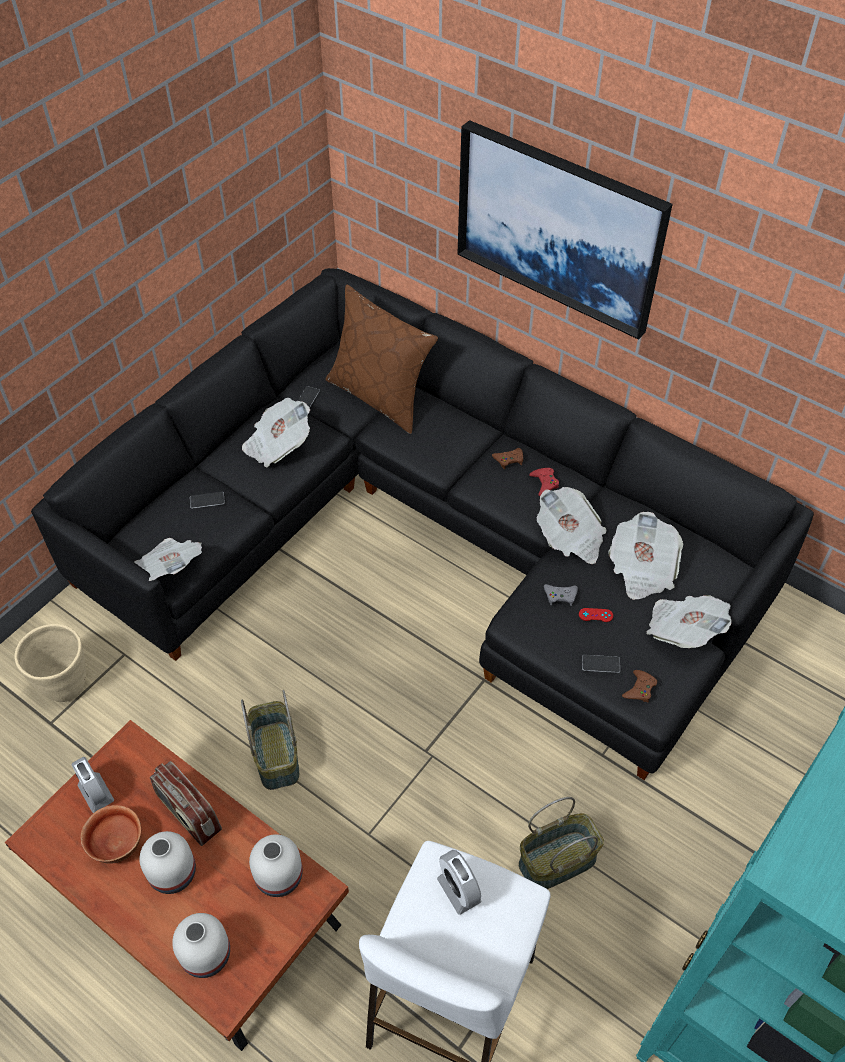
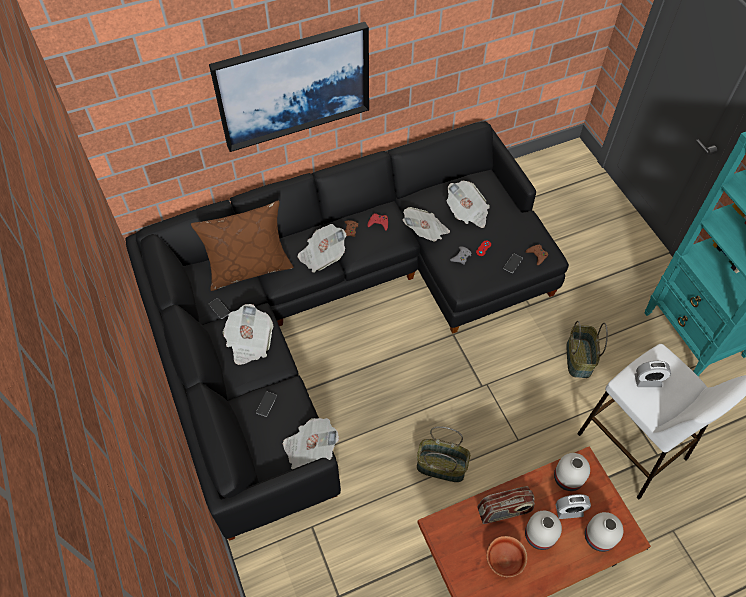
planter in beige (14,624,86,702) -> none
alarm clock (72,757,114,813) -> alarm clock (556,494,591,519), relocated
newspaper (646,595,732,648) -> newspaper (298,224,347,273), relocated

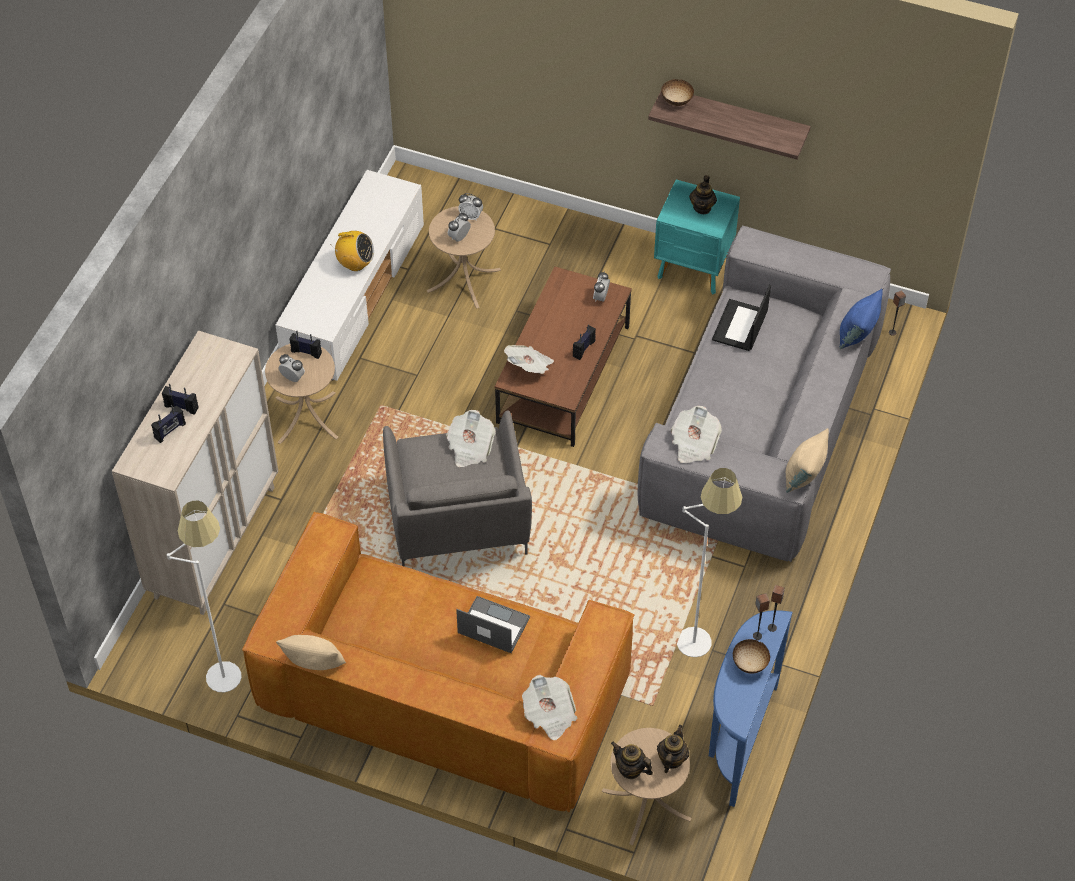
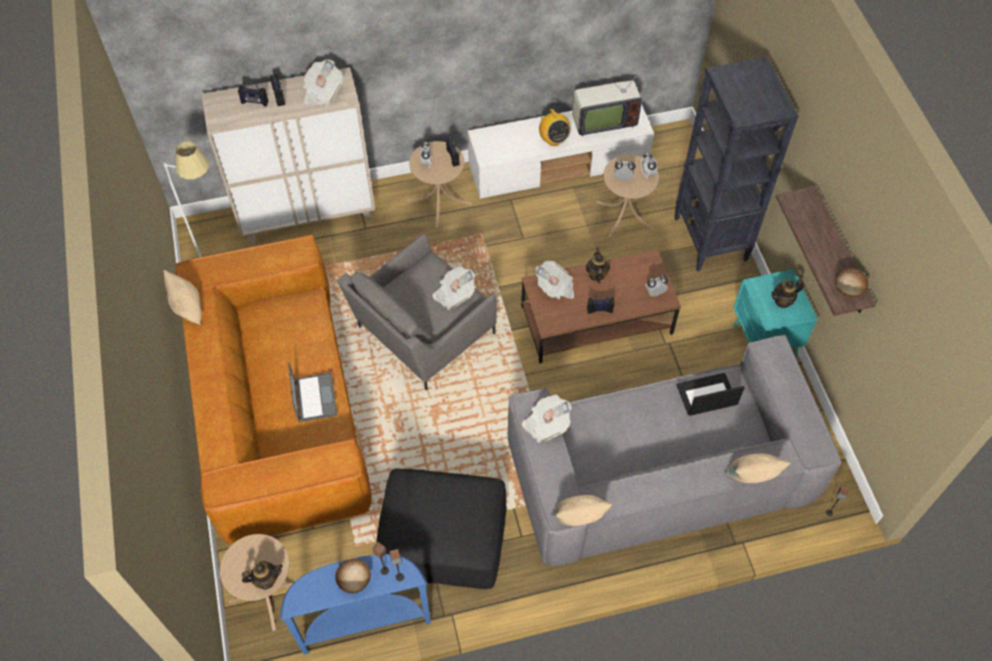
none -> television (572,65,645,136)
none -> bookcase in black (674,57,798,272)
newspaper (522,675,577,740) -> newspaper (303,59,343,106), relocated
teapot (611,741,653,779) -> teapot (586,247,610,283), relocated
bowl (661,79,694,106) -> bowl (835,268,868,297), relocated
floor lamp in white (677,468,742,657) -> ottoman in black (376,469,506,589)
pillow in blue (839,289,883,349) -> pillow in beige (724,454,790,483)

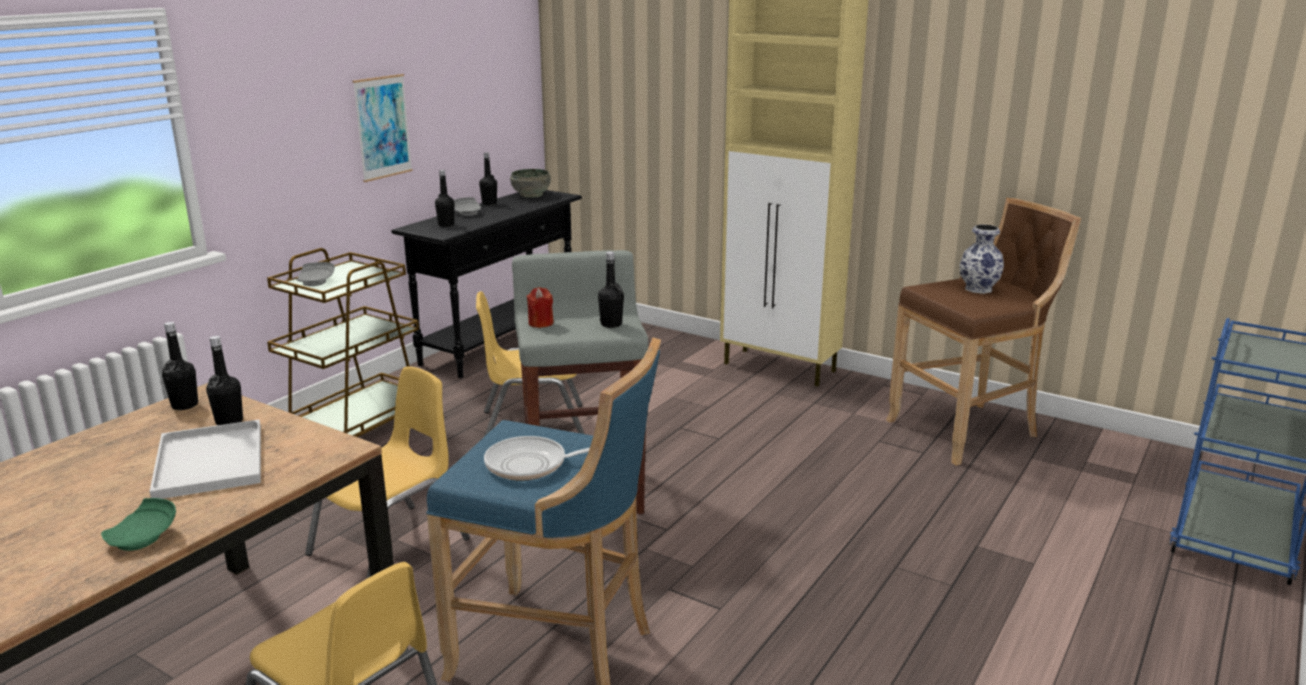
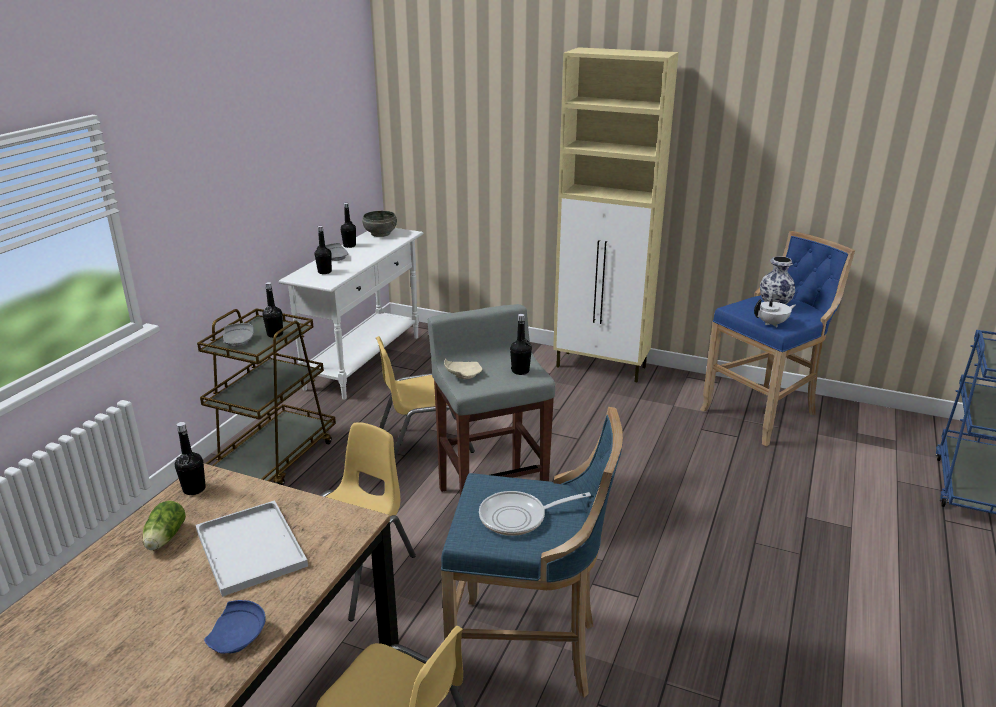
picture (353,74,413,182) -> none
none -> lettuce (143,501,186,550)
none -> teapot in white (754,299,796,327)
bottle in black (206,336,243,425) -> bottle in black (262,282,283,338), relocated
candle in red (527,287,554,328) -> plate in beige (444,359,482,379)
plate in green (101,498,176,551) -> plate in blue (204,600,266,653)
console table in black (391,190,582,378) -> console table in white (279,228,423,400)
stool in brown (886,198,1081,466) -> stool in blue (700,231,855,446)

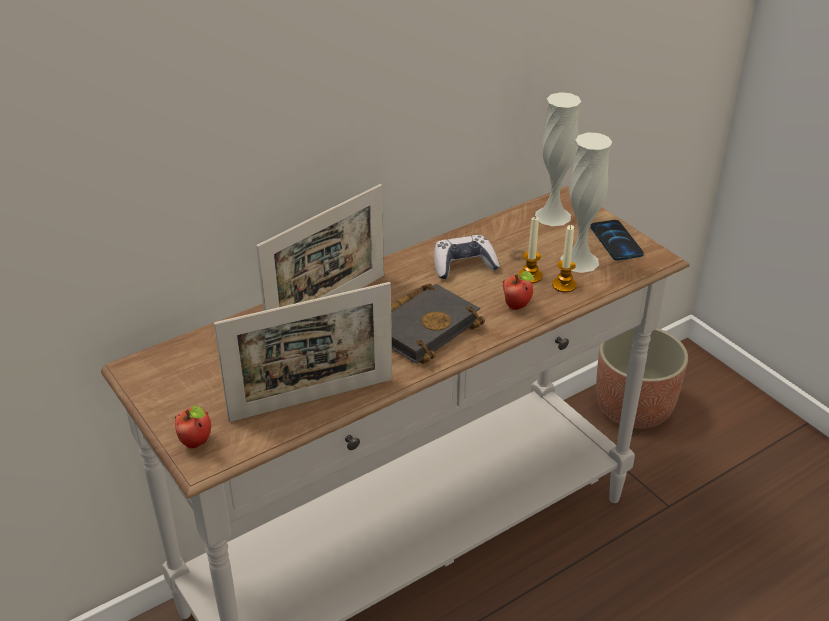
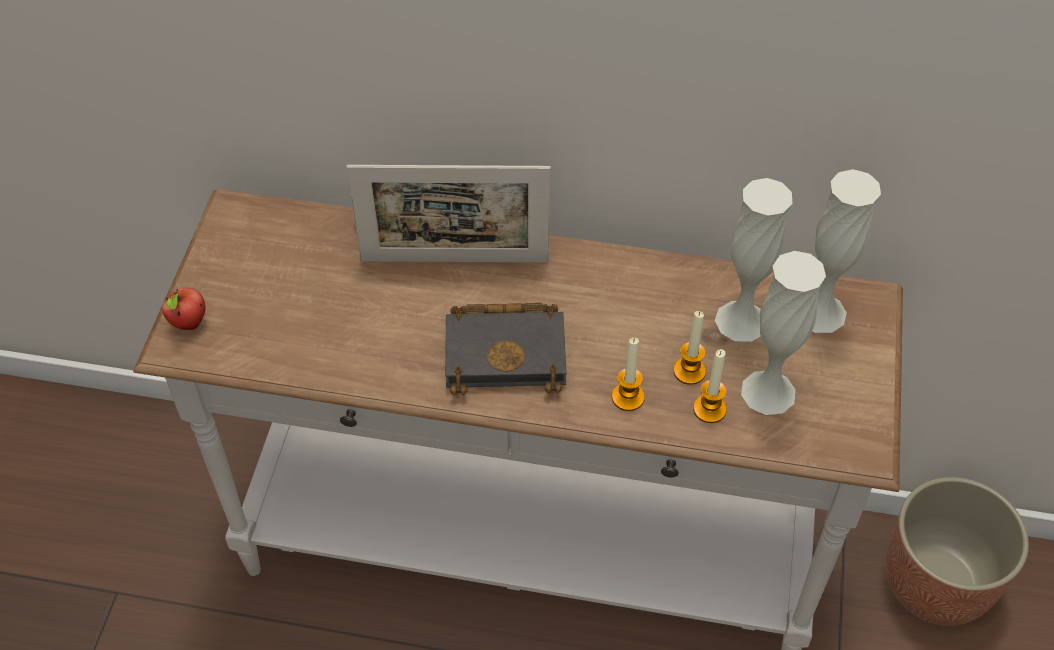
picture frame (214,282,392,422) -> none
game controller (434,235,500,279) -> none
phone (590,220,644,261) -> none
none -> vase in white (715,178,792,342)
apple (503,271,534,310) -> candle (612,338,645,411)

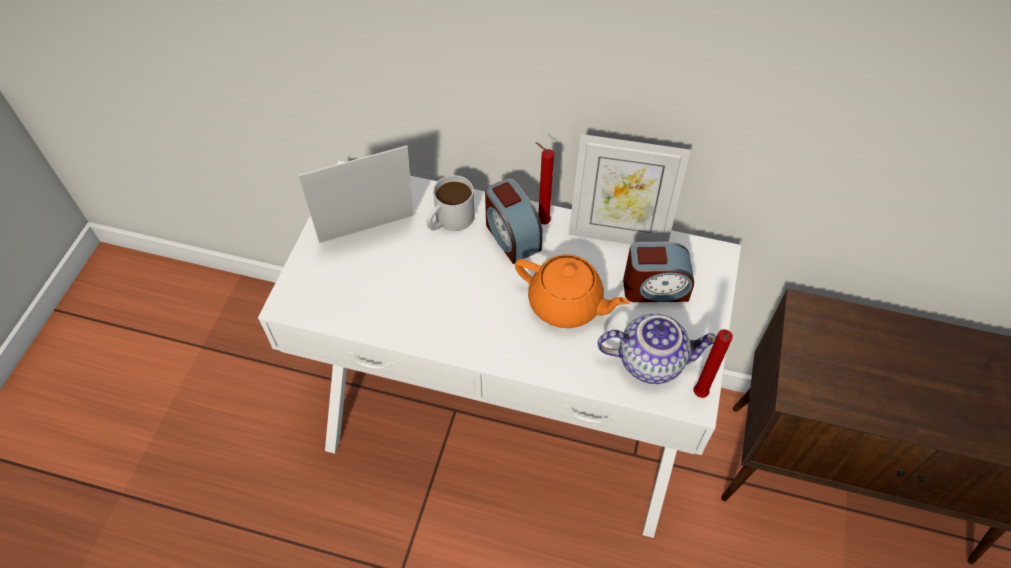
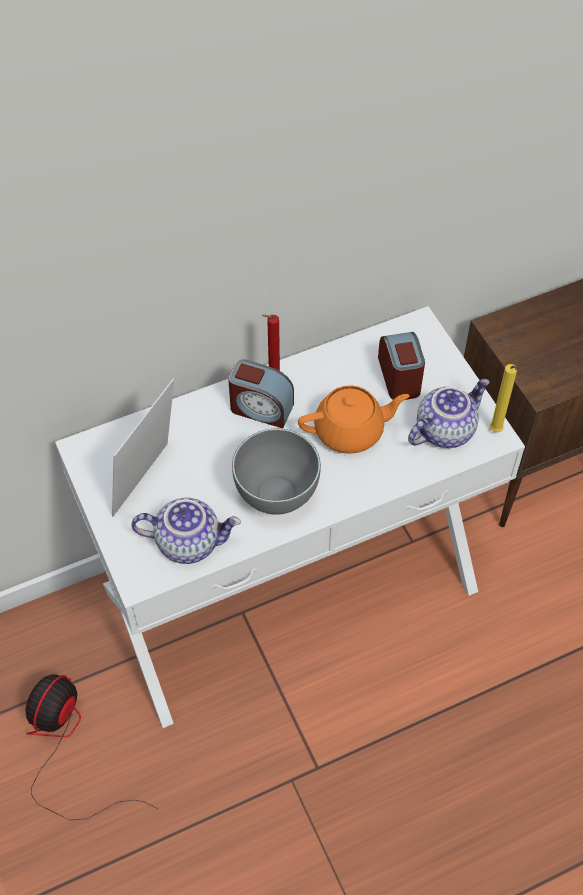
mug in white (427,175,475,231) -> none
picture frame (569,134,691,245) -> none
none -> fan (26,674,159,820)
none -> teapot (132,498,241,564)
none -> bowl in grey (232,429,321,515)
candle in red (693,329,733,398) -> candle in yellow (490,364,518,432)
alarm clock (623,242,694,302) -> alarm clock (378,332,425,400), 60 degrees counterclockwise

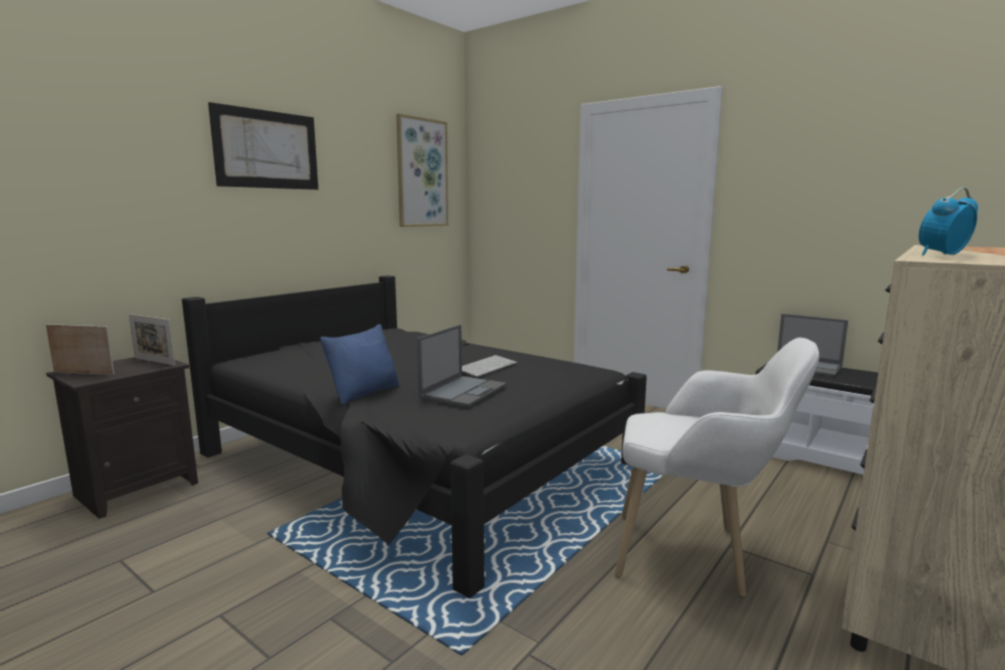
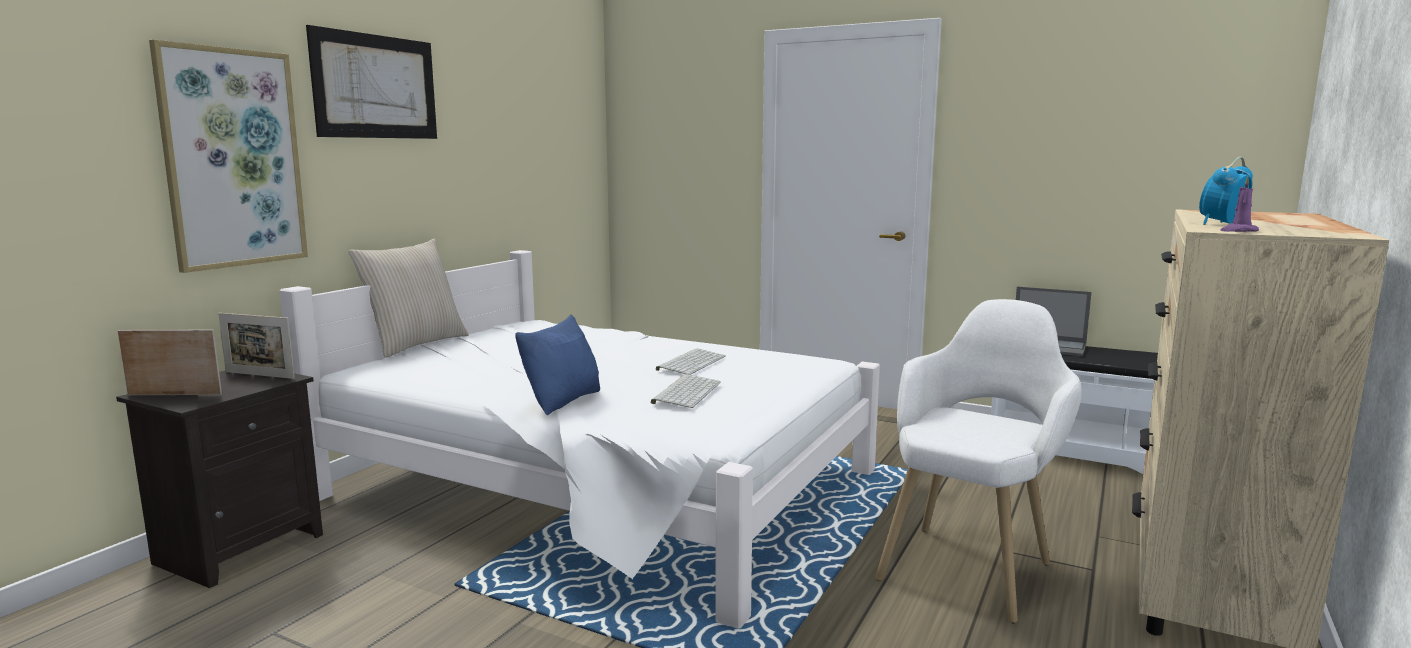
none -> pillow in beige (349,239,469,358)
none -> candle in purple (1220,176,1259,232)
picture (396,114,448,227) -> picture (149,40,308,273), relocated
laptop (417,325,507,407) -> keyboard (651,374,721,408)
bed in black (182,275,647,598) -> bed in white (280,250,880,629)
armchair in white (615,338,819,597) -> armchair in white (875,299,1082,623), 60 degrees counterclockwise

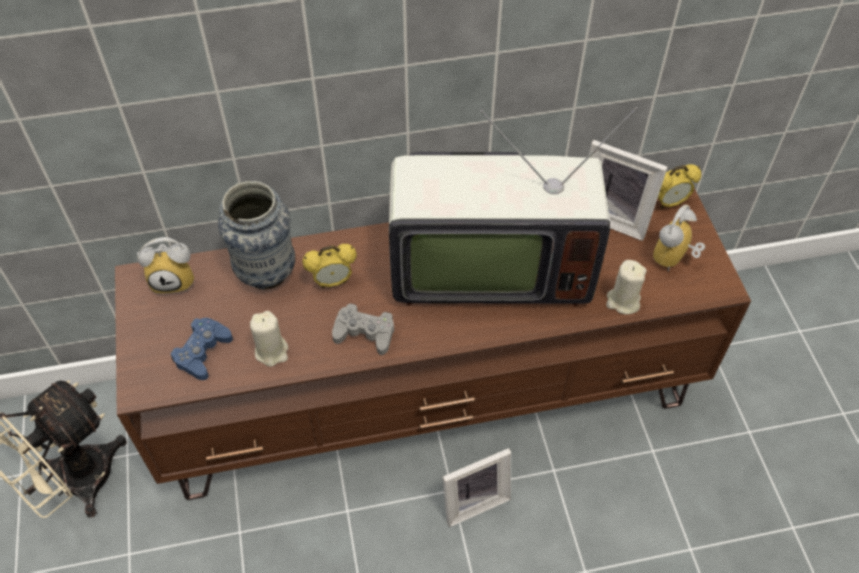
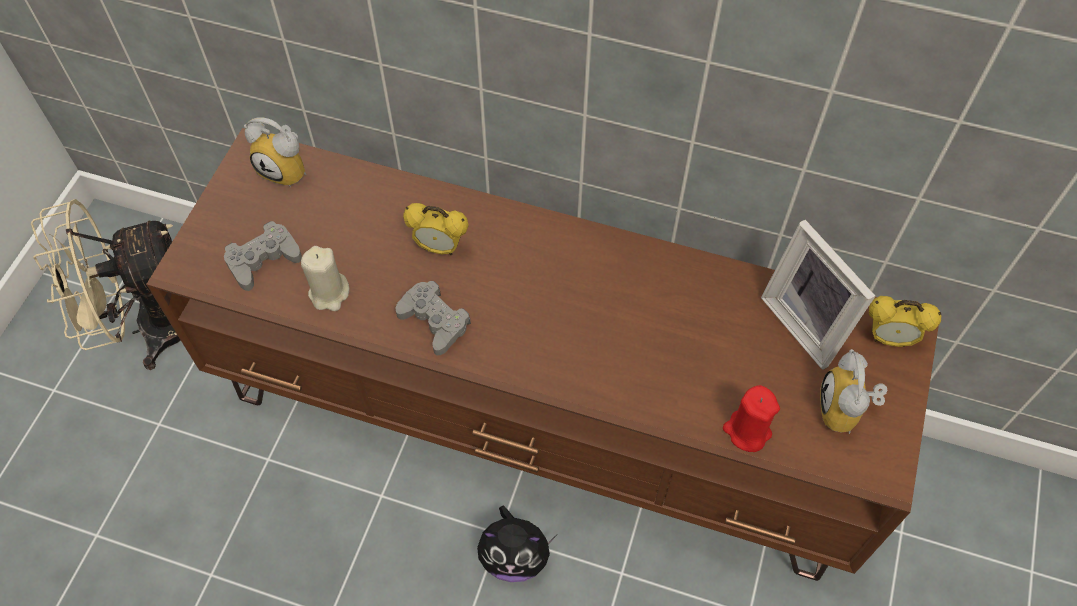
vase (218,181,295,290) -> none
television (389,107,637,306) -> none
picture frame (443,448,511,527) -> plush toy (477,505,556,582)
game controller in blue (170,318,233,380) -> game controller in grey (224,221,302,291)
candle in beige (606,260,647,314) -> candle in red (723,385,780,452)
alarm clock (653,205,705,272) -> alarm clock (820,349,887,434), 60 degrees counterclockwise

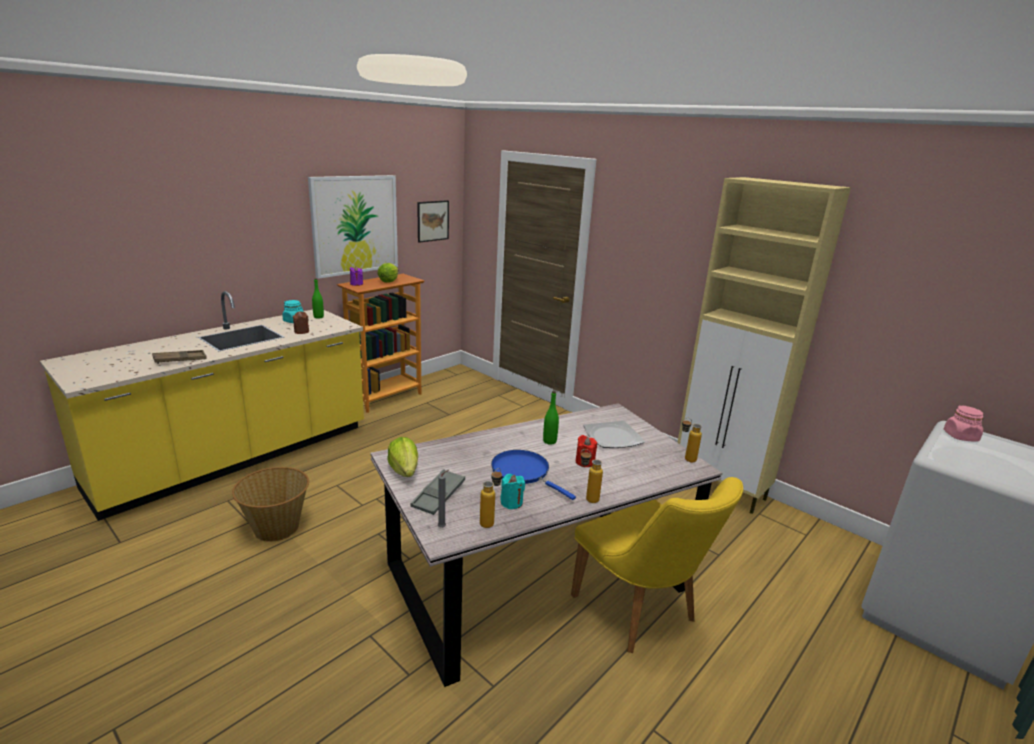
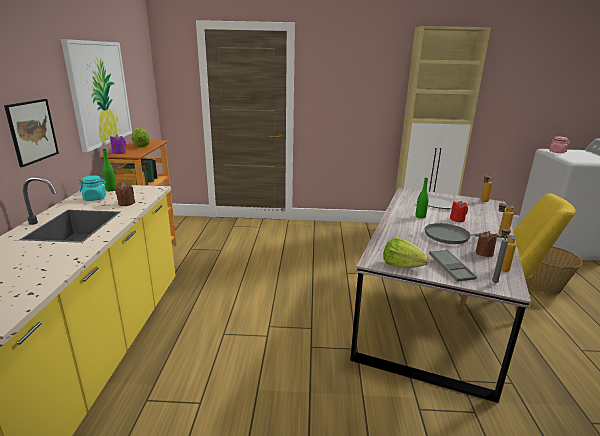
tray in brown (152,350,207,364) -> none
basket (232,467,309,542) -> basket (529,246,582,294), relocated
picture (417,200,449,243) -> picture (4,99,59,167), relocated
frying pan in blue (491,450,576,500) -> frying pan in grey (425,223,502,244)
candle in turquoise (500,474,525,509) -> candle in brown (476,231,498,257)

